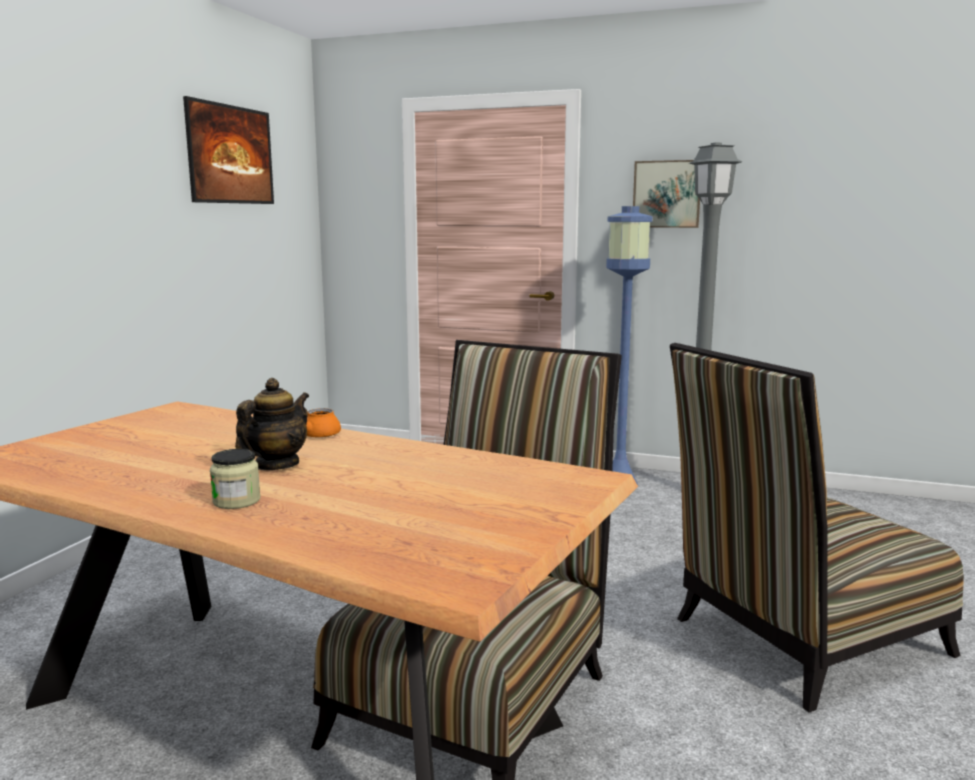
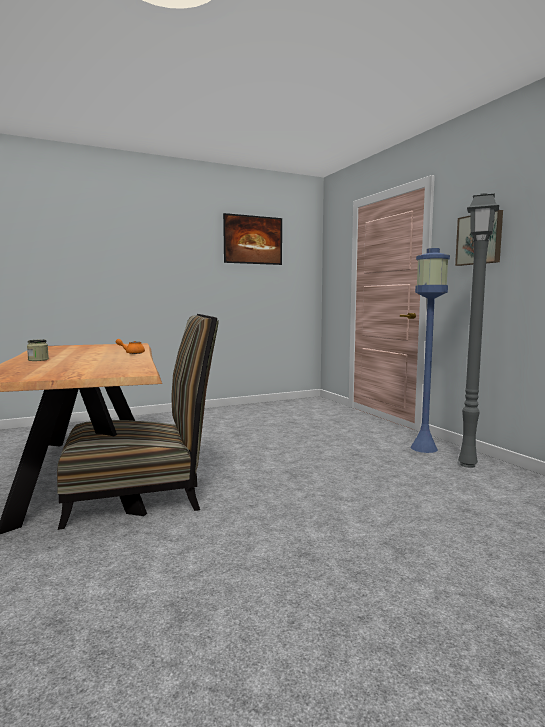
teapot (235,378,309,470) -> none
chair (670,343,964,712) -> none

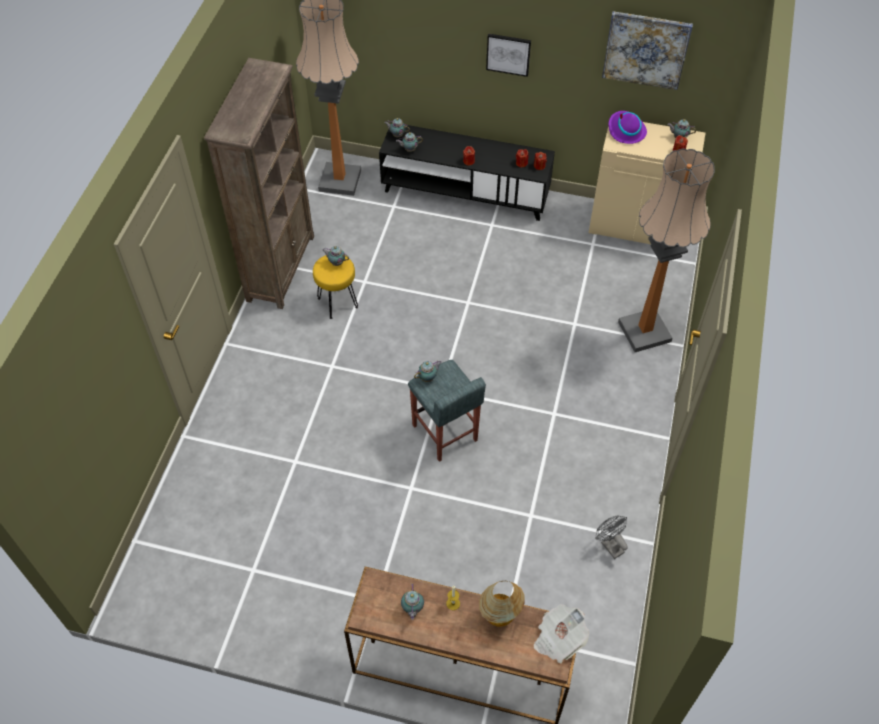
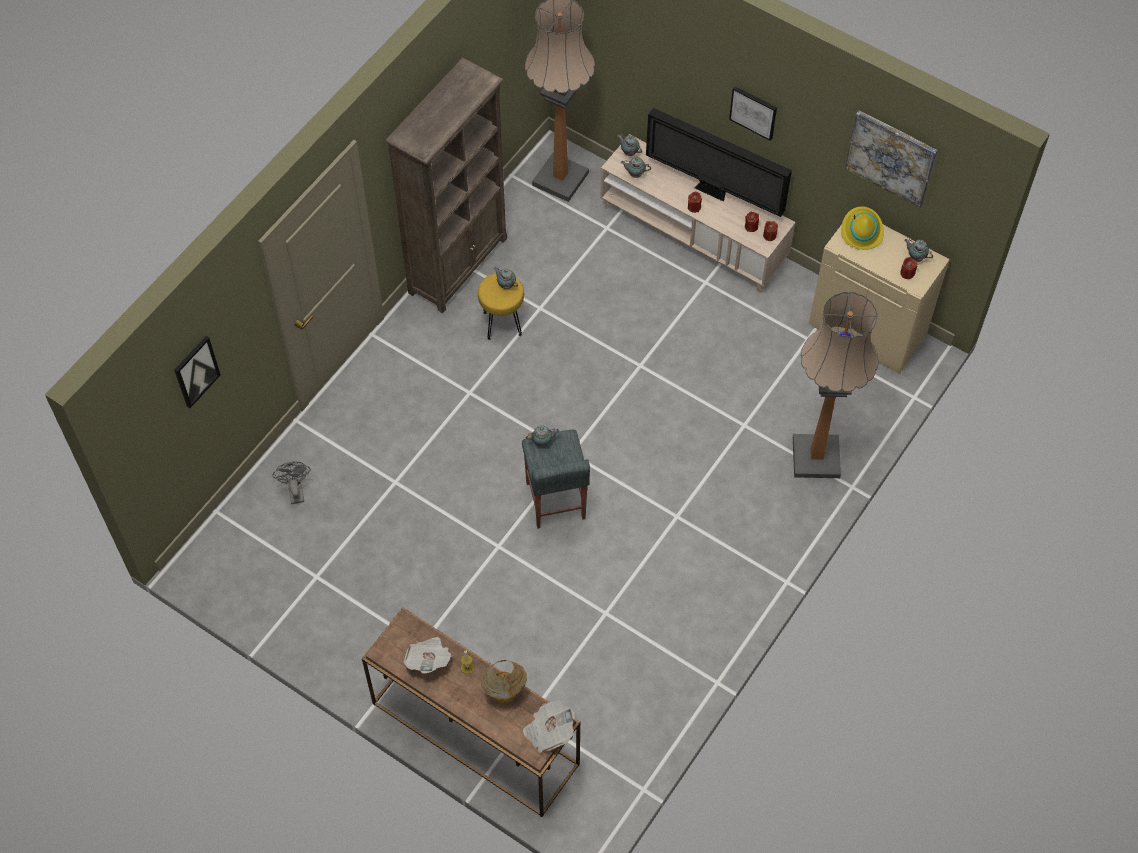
none -> picture (174,336,221,408)
none -> television (646,108,792,217)
fan in grey (595,515,628,559) -> fan in grey (272,462,310,504), relocated
teapot (401,583,424,620) -> newspaper (403,637,452,673)
tv stand in black (379,122,555,221) -> tv stand in beige (600,134,796,293)
hat in purple (609,111,647,144) -> hat in yellow (841,206,884,250)

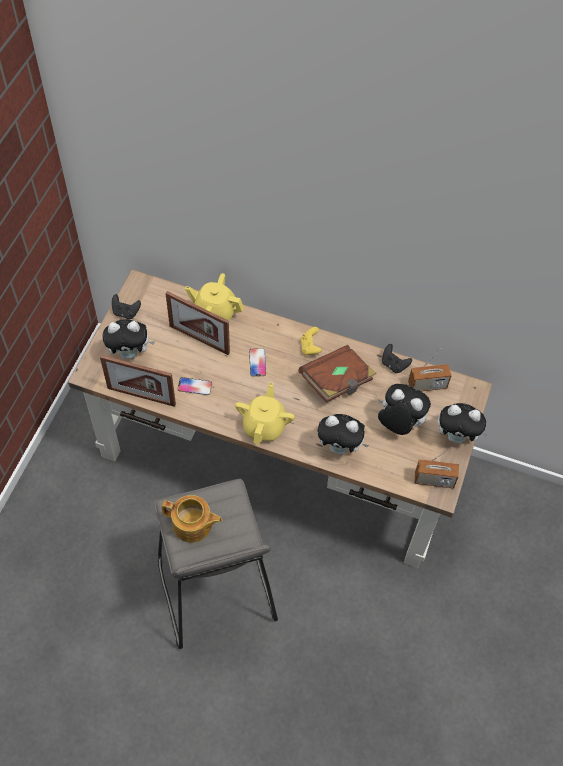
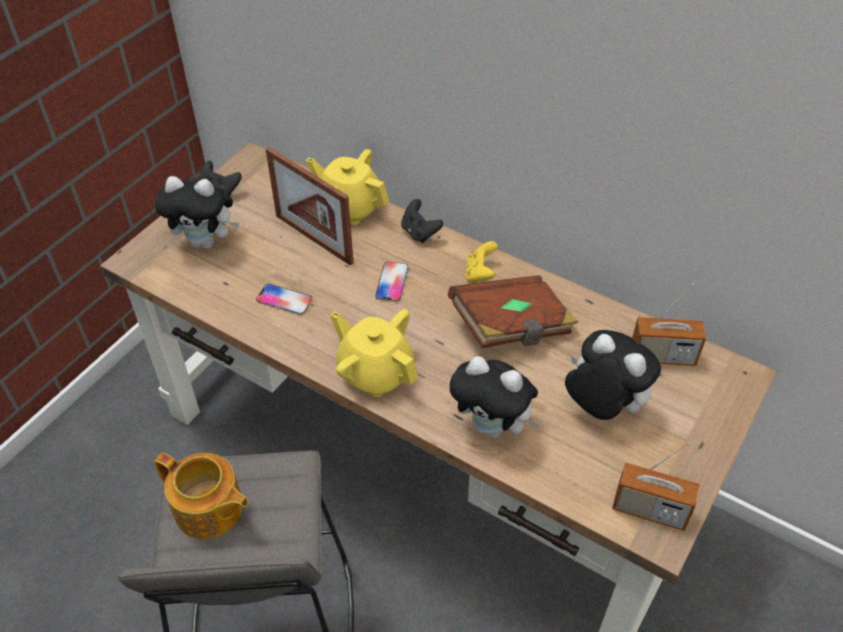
picture frame (100,355,176,407) -> none
plush toy (437,403,489,444) -> none
game controller in black (382,344,412,373) -> game controller in black (401,199,443,243), relocated
teapot in yellow (235,382,295,445) -> teapot in yellow (330,309,418,397), 75 degrees counterclockwise

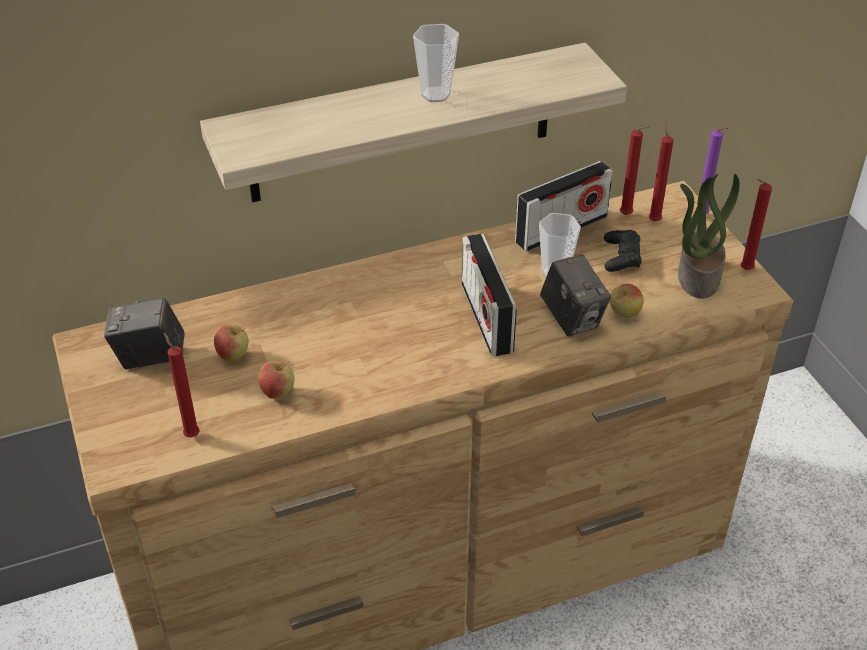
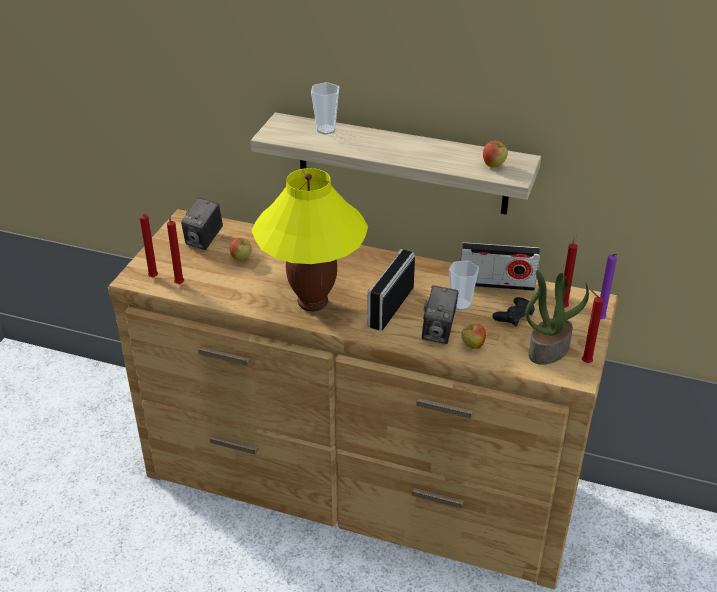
none -> table lamp in yellow (251,168,368,312)
apple (258,361,294,399) -> apple (483,141,508,168), relocated
cup (413,24,459,102) -> cup (311,82,339,135), relocated
candle in red (620,126,650,215) -> candle in red (140,213,158,277), relocated
photo camera (104,298,185,369) -> photo camera (181,198,223,250), 105 degrees counterclockwise

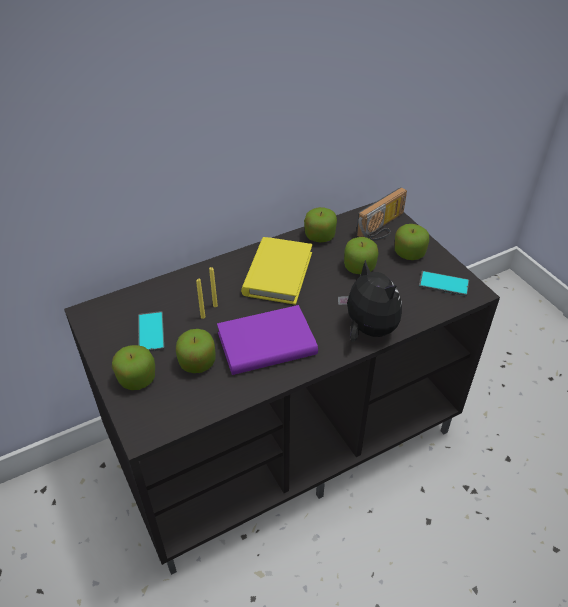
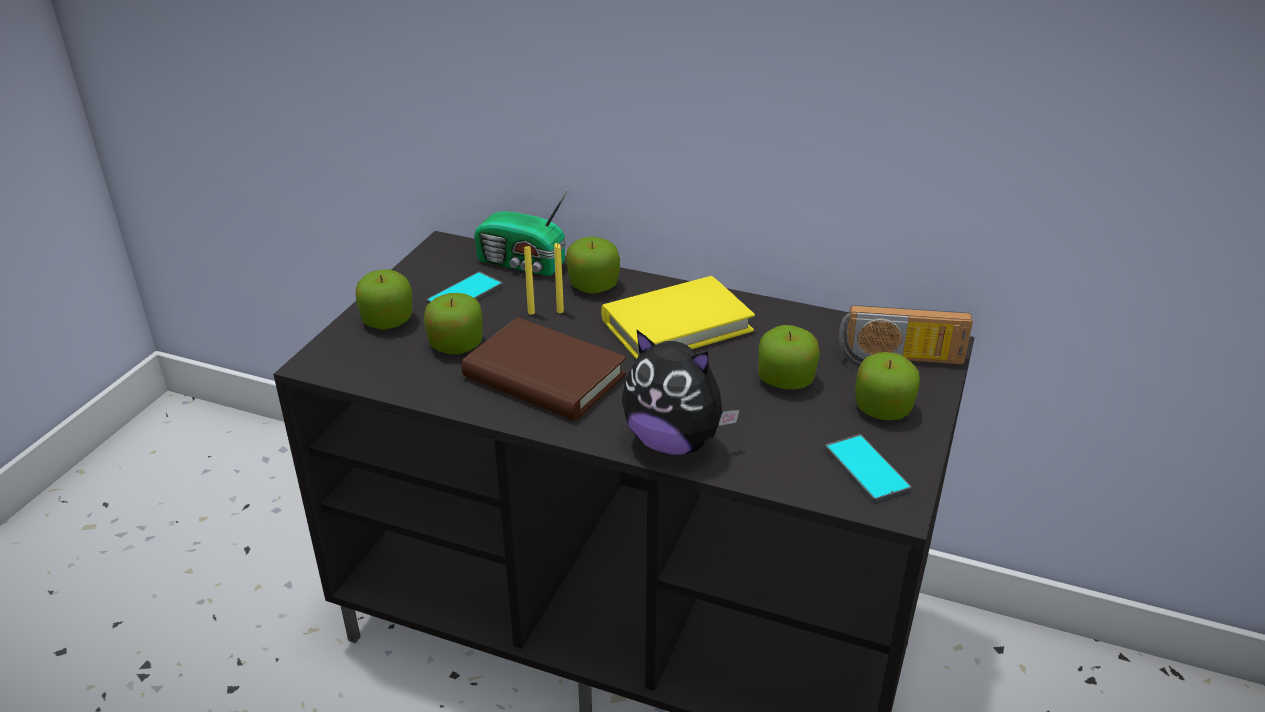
none -> radio (474,186,570,276)
apple (304,207,337,242) -> apple (566,237,620,294), relocated
book in purple (217,305,318,375) -> book in brown (461,318,626,421)
plush toy (338,260,402,342) -> plush toy (622,330,740,454), 105 degrees clockwise

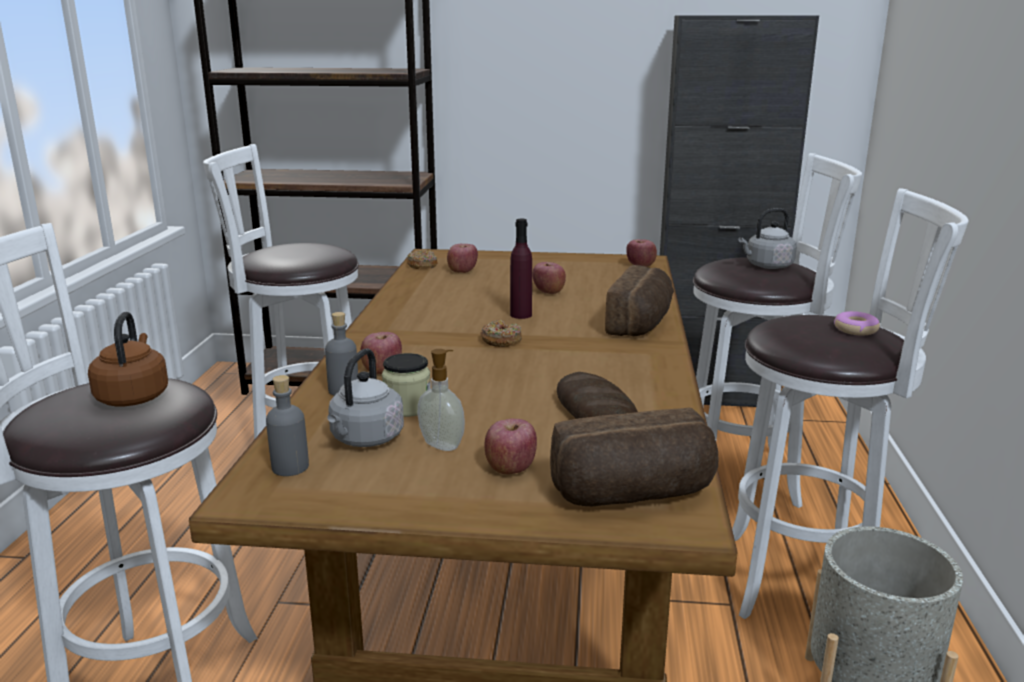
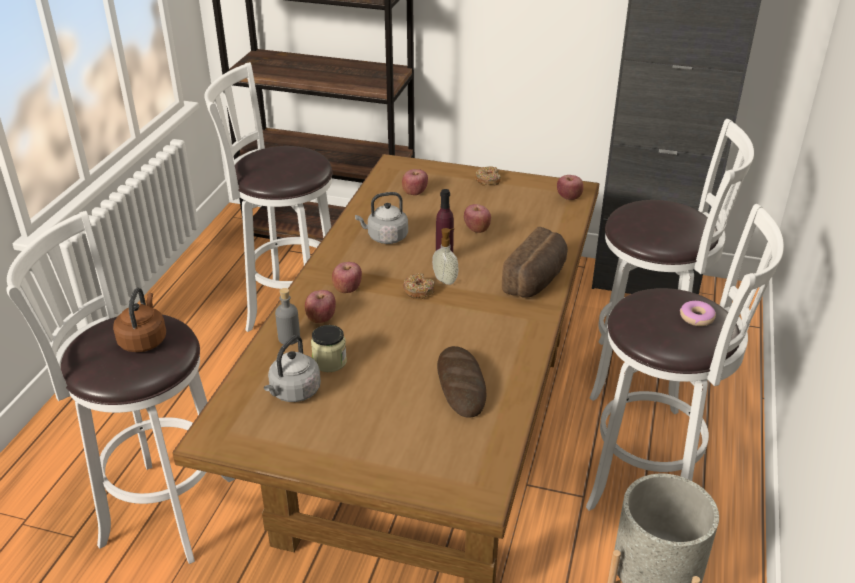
bottle in grey (266,375,309,476) -> none
bread (550,408,718,506) -> none
donut (406,250,437,269) -> donut (475,167,501,186), relocated
soap dispenser (418,349,465,451) -> soap dispenser (432,228,459,285), relocated
apple (484,419,537,475) -> apple (332,262,362,293), relocated
kettle in grey (739,208,797,269) -> kettle in grey (355,192,408,244), relocated

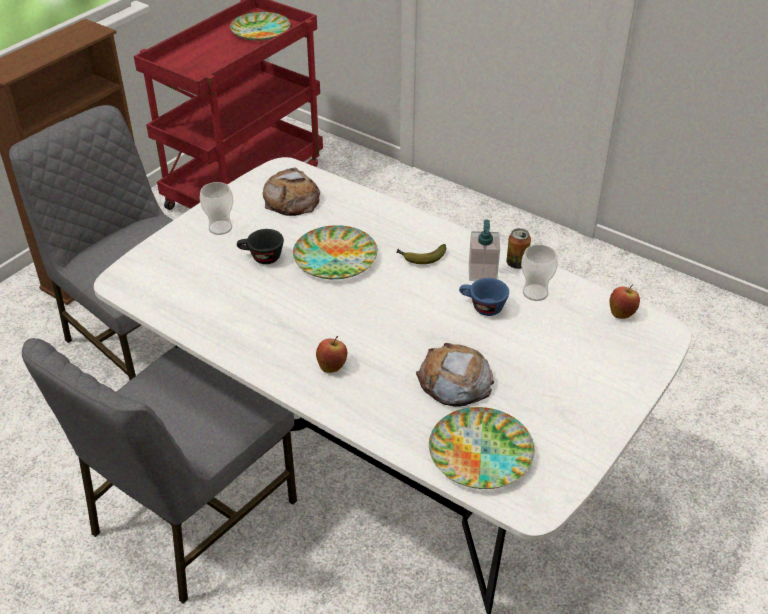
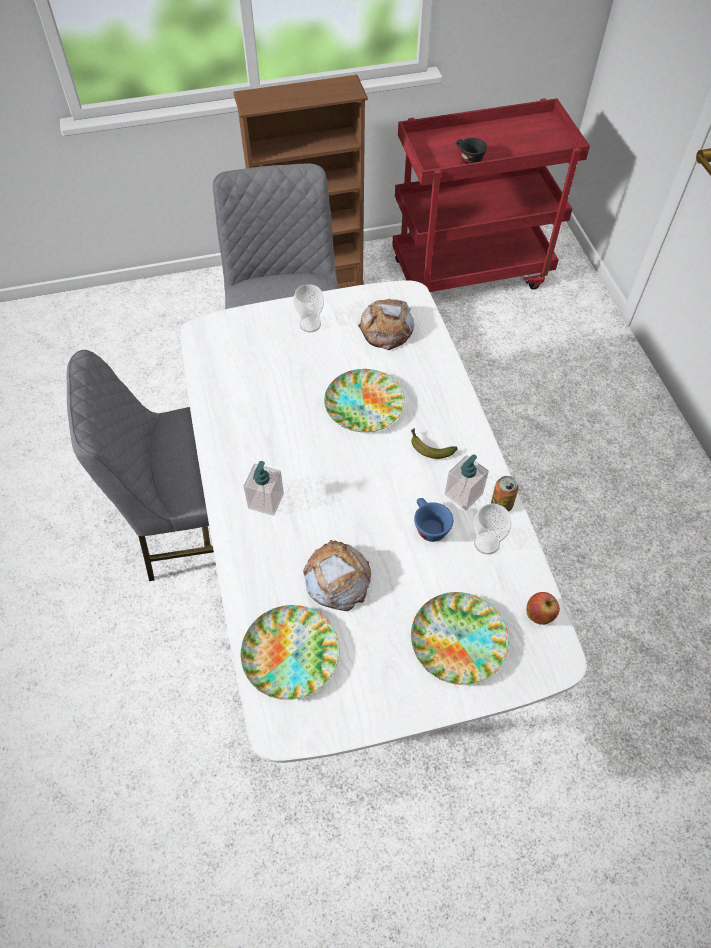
plate (230,12,290,41) -> plate (411,592,509,685), relocated
cup in black (237,229,284,264) -> cup in black (456,138,487,164), relocated
apple (316,336,347,373) -> soap dispenser (243,461,284,516)

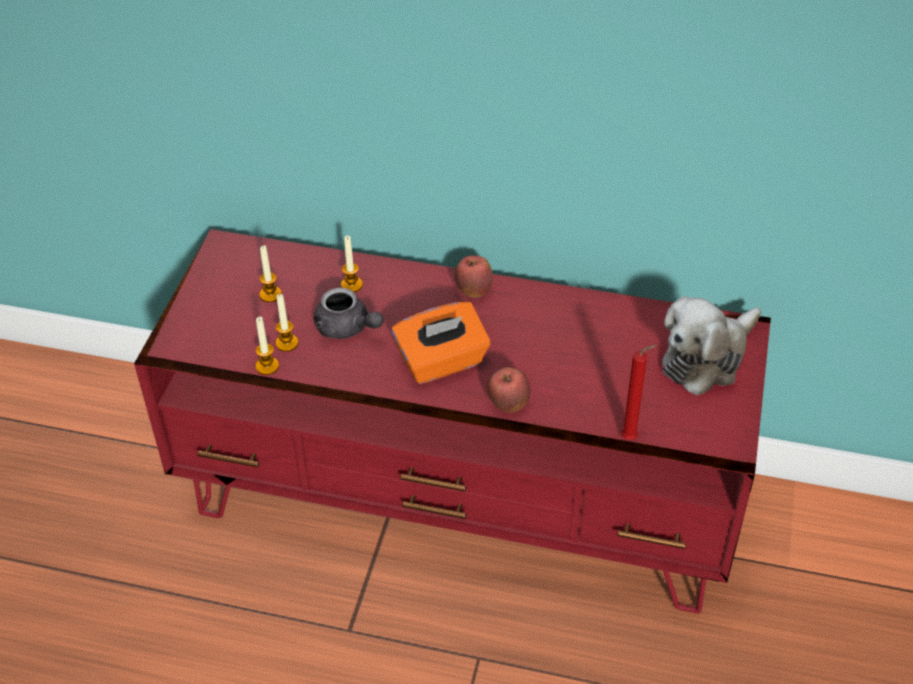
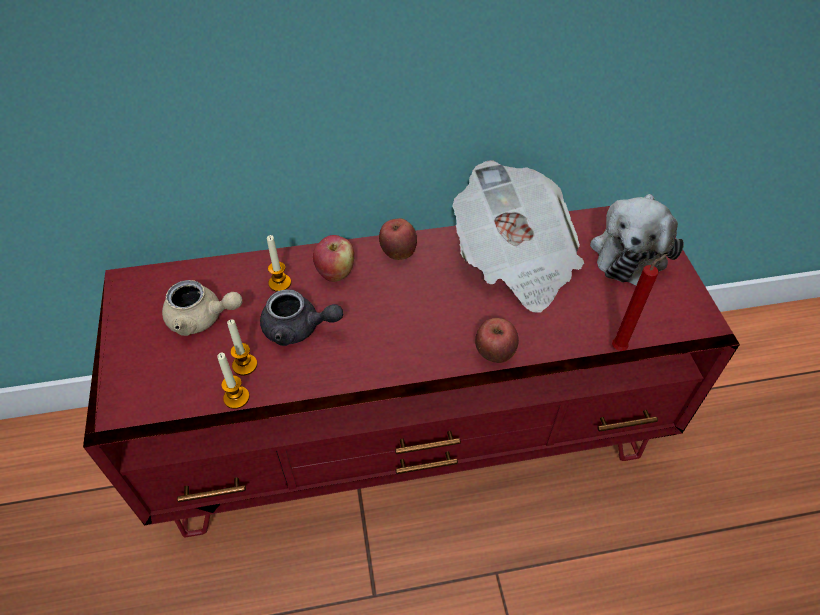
tissue box in orange (391,302,490,384) -> none
none -> apple (313,235,354,282)
none -> newspaper (453,160,584,313)
candle (259,245,282,302) -> teapot in beige (162,280,243,336)

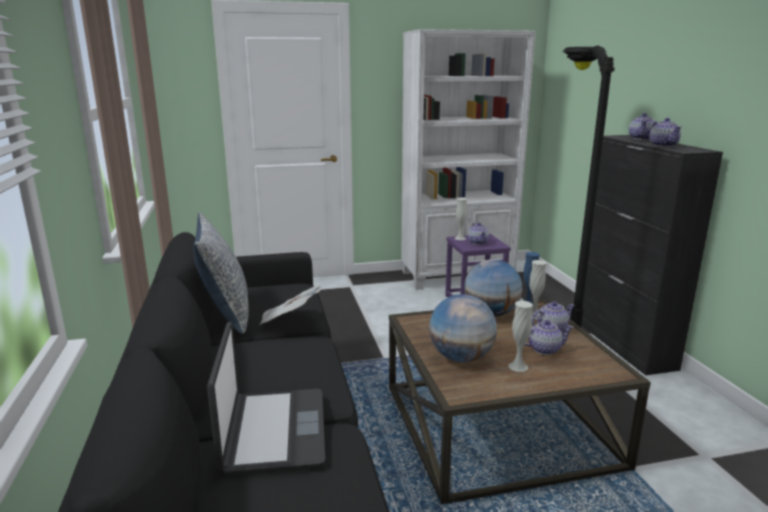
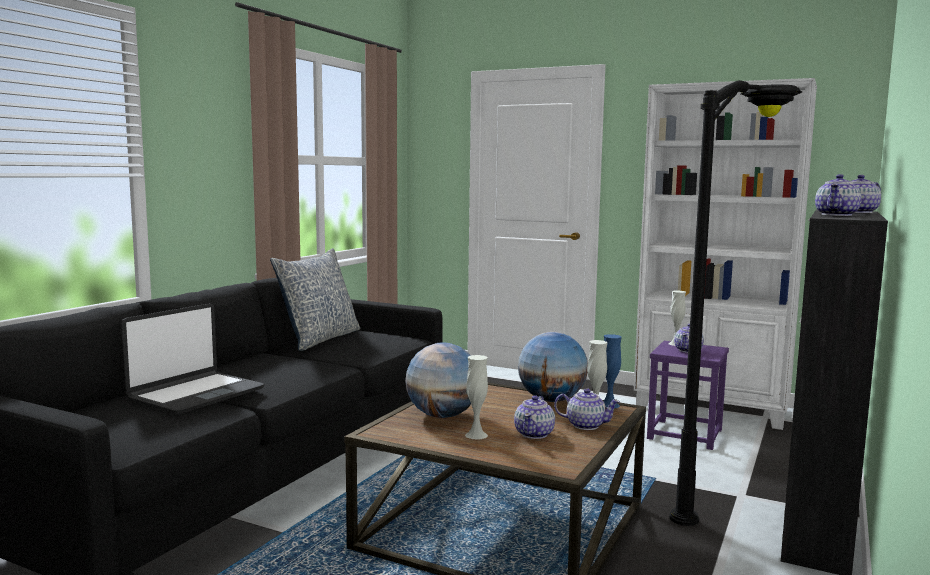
newspaper (259,284,321,325) -> none
teapot (525,320,573,355) -> teapot (514,395,555,439), 75 degrees clockwise

